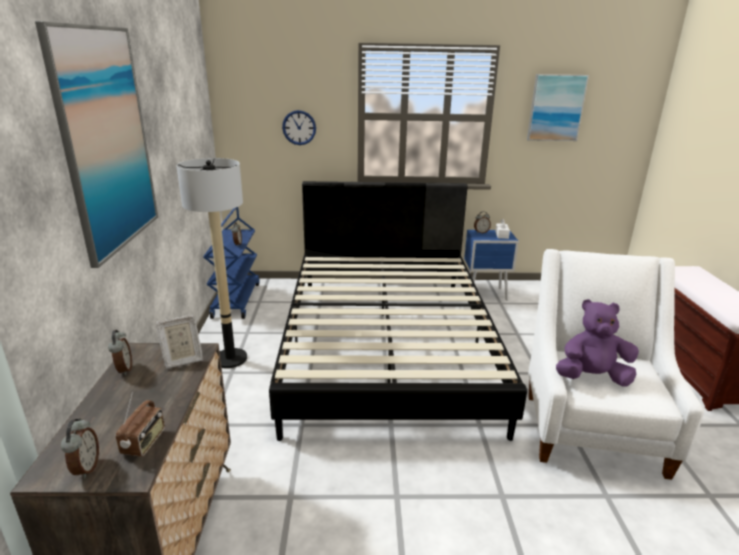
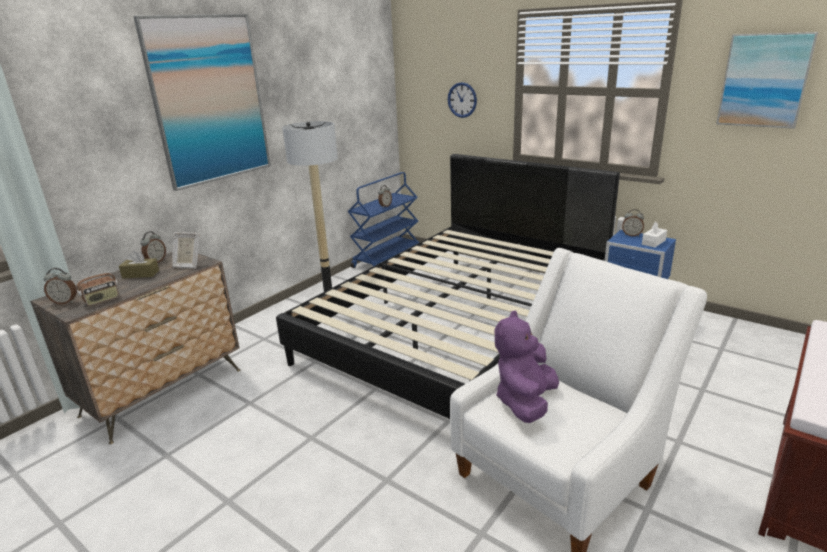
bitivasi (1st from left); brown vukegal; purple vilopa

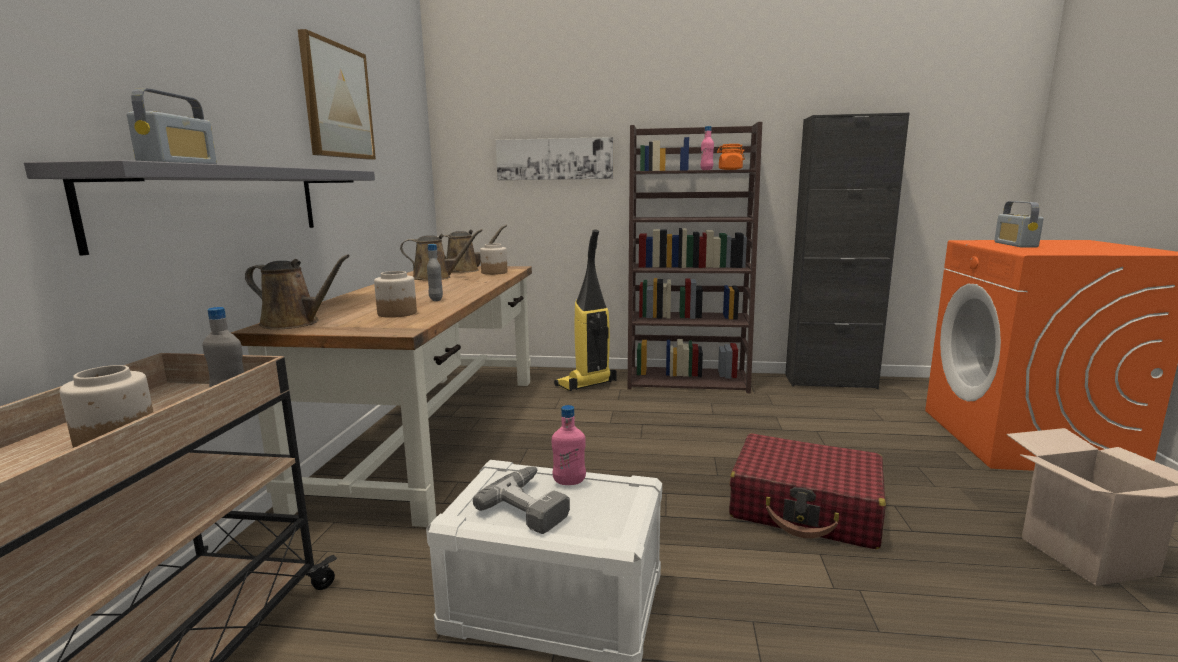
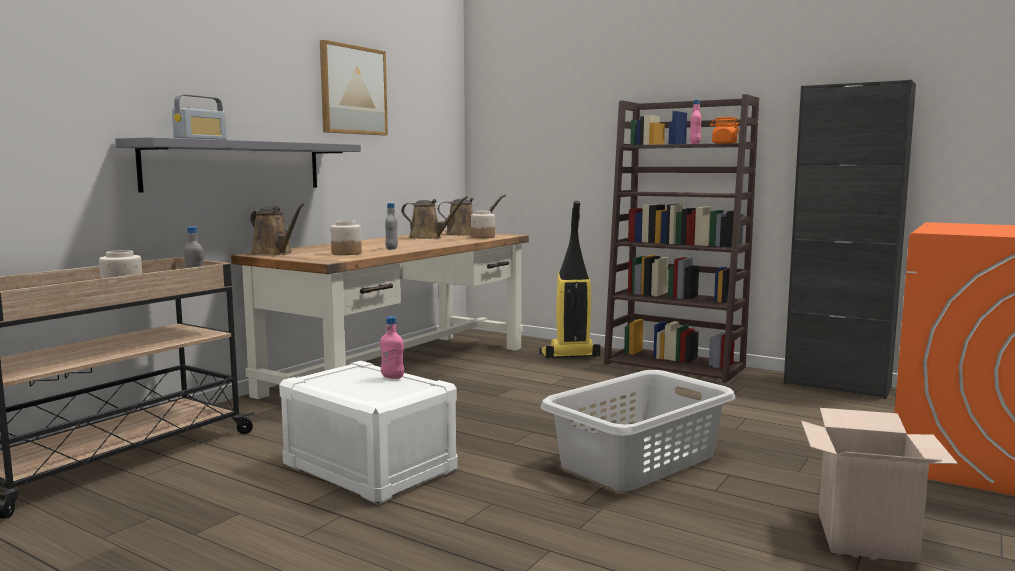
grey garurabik; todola; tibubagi (2nd from left in the first image); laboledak (2nd from left in the first image)

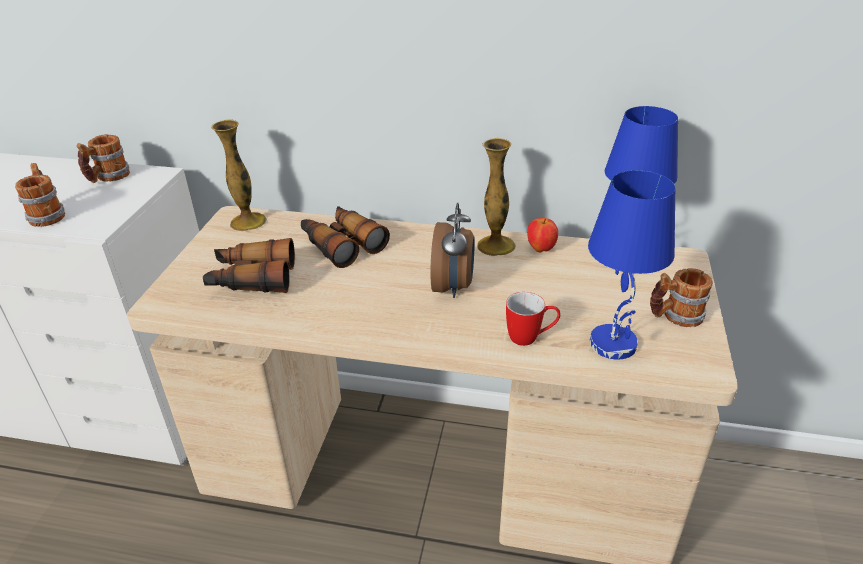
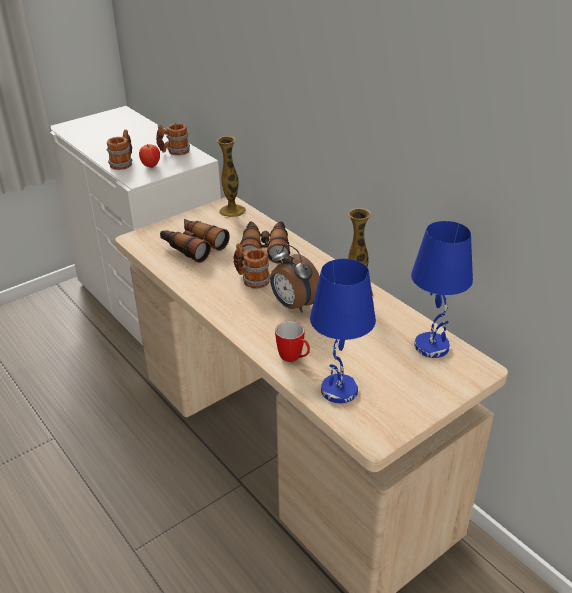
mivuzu; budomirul (3rd from left); bitivasi

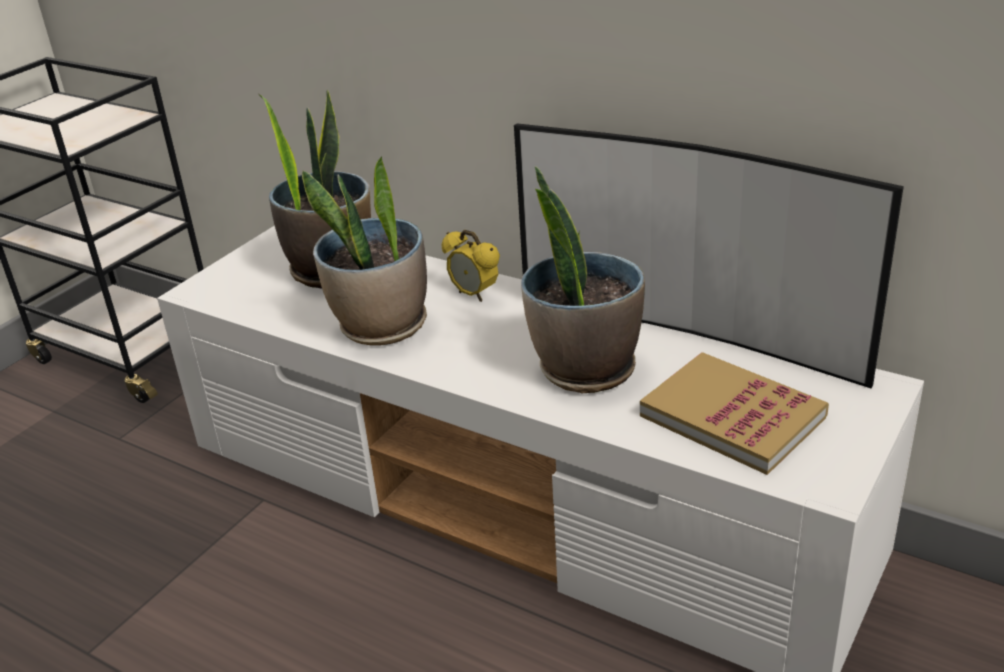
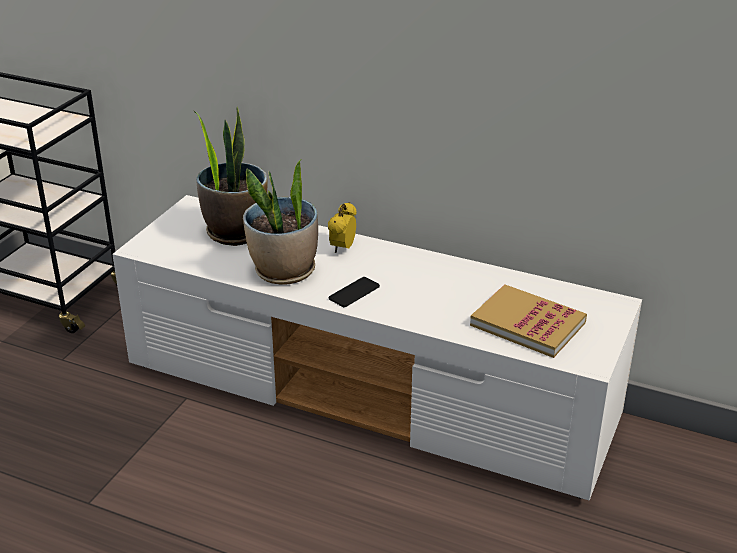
bitivasi; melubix; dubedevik; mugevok (3rd from left in the first image)

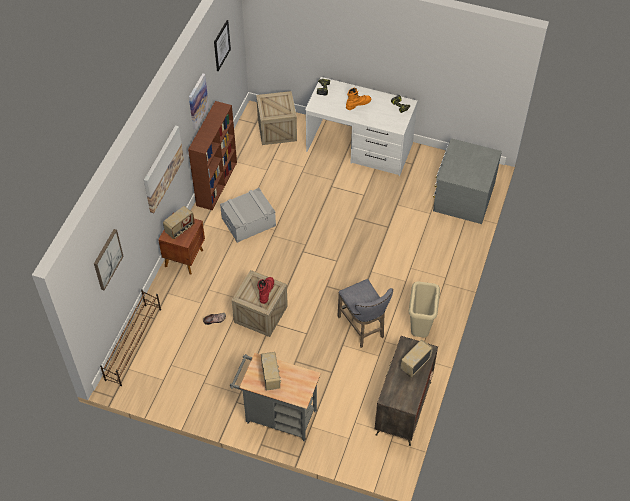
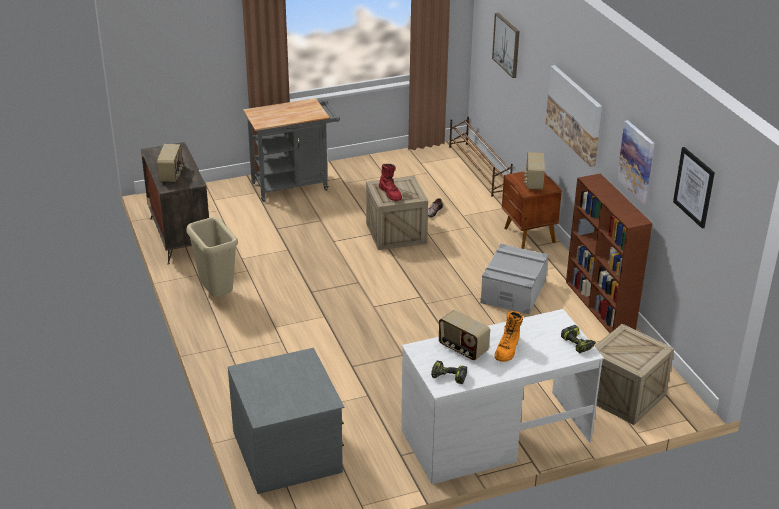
laboledak (2nd from left); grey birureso

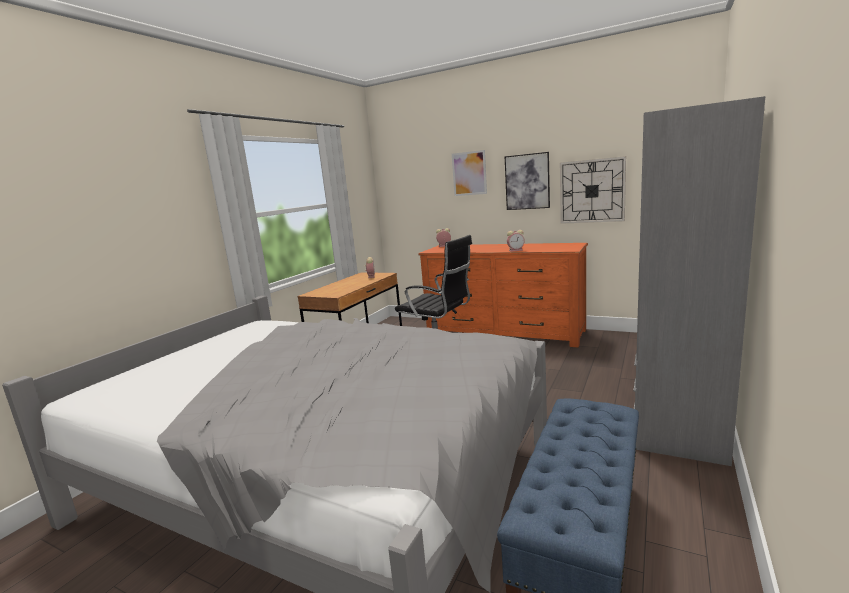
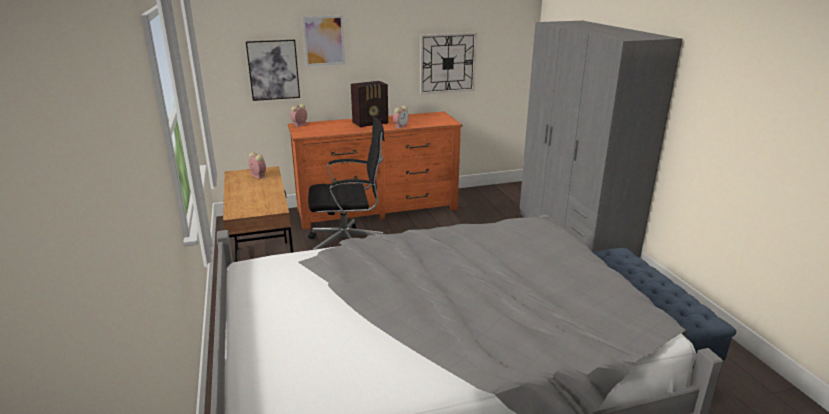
tibubagi (1st from left); laboledak

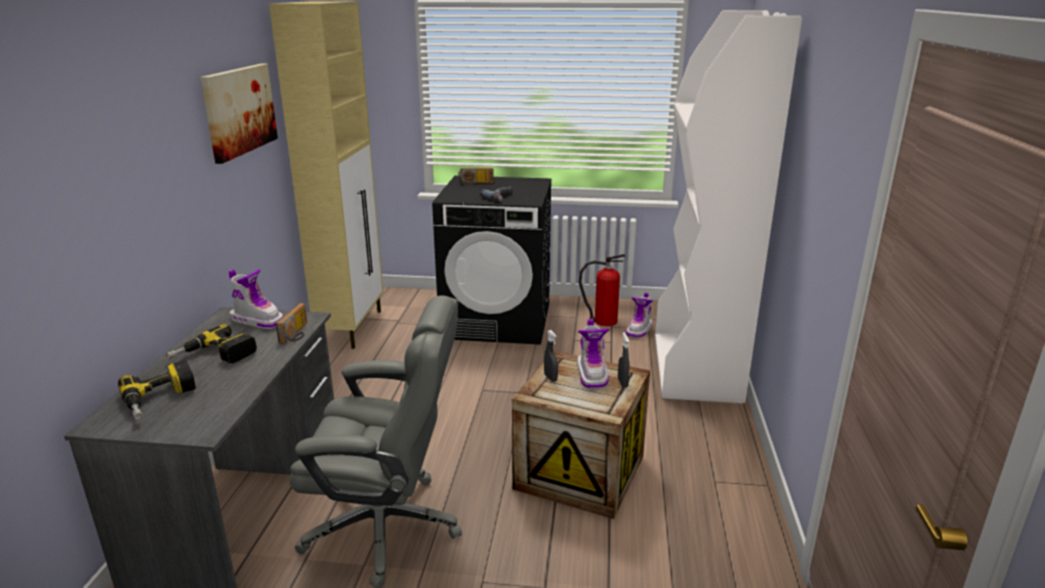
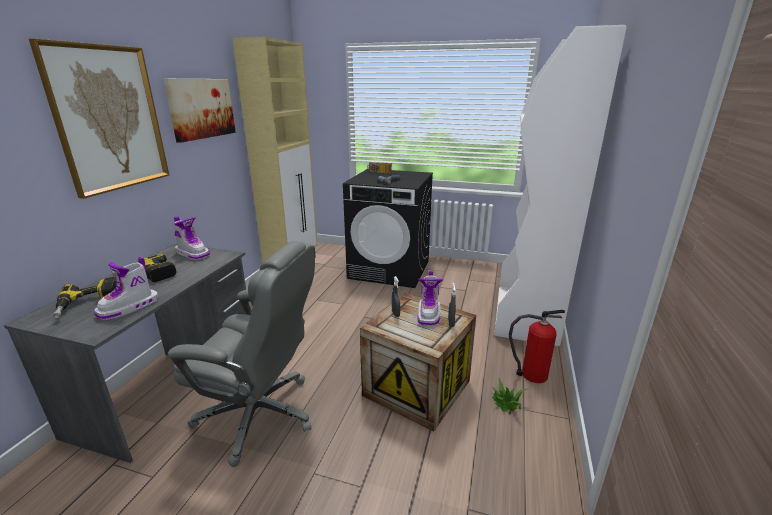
tibubagi (1st from left); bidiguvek (1st from left); mugevok; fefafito; laboledak (1st from left in the first image)

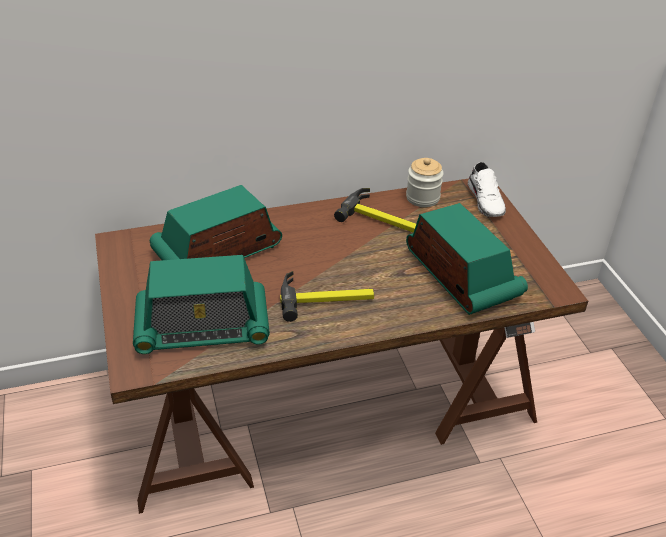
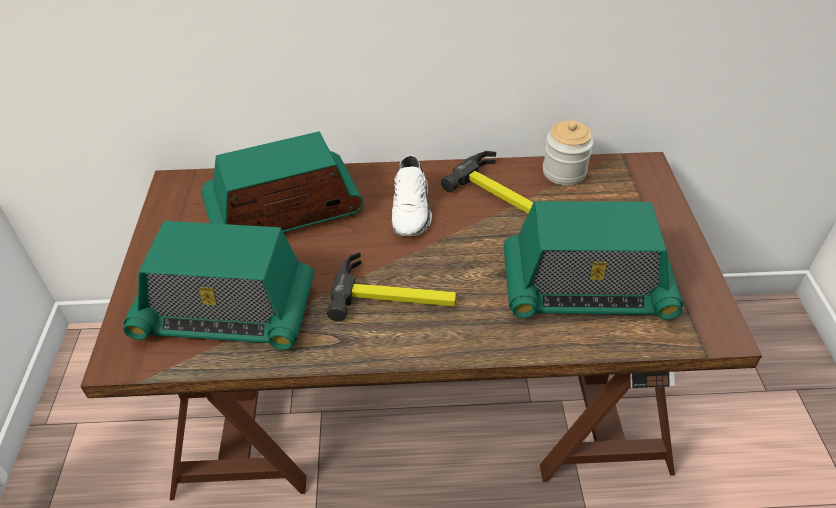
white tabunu; laboledak (3rd from left)

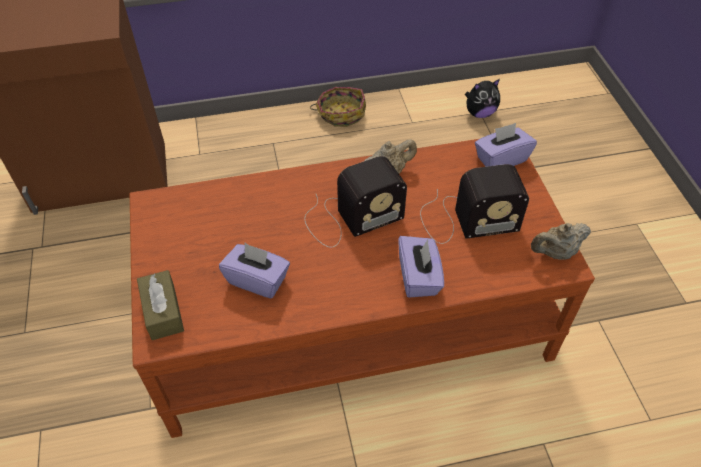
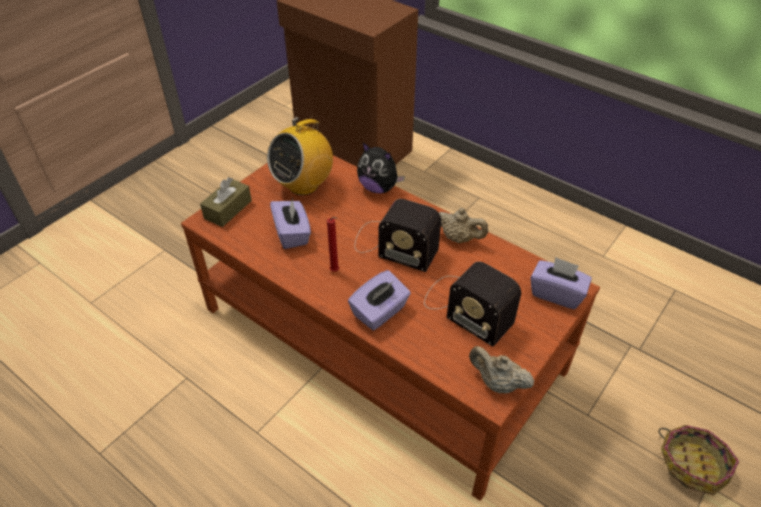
laboledak (1st from left); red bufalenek; vilopa; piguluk

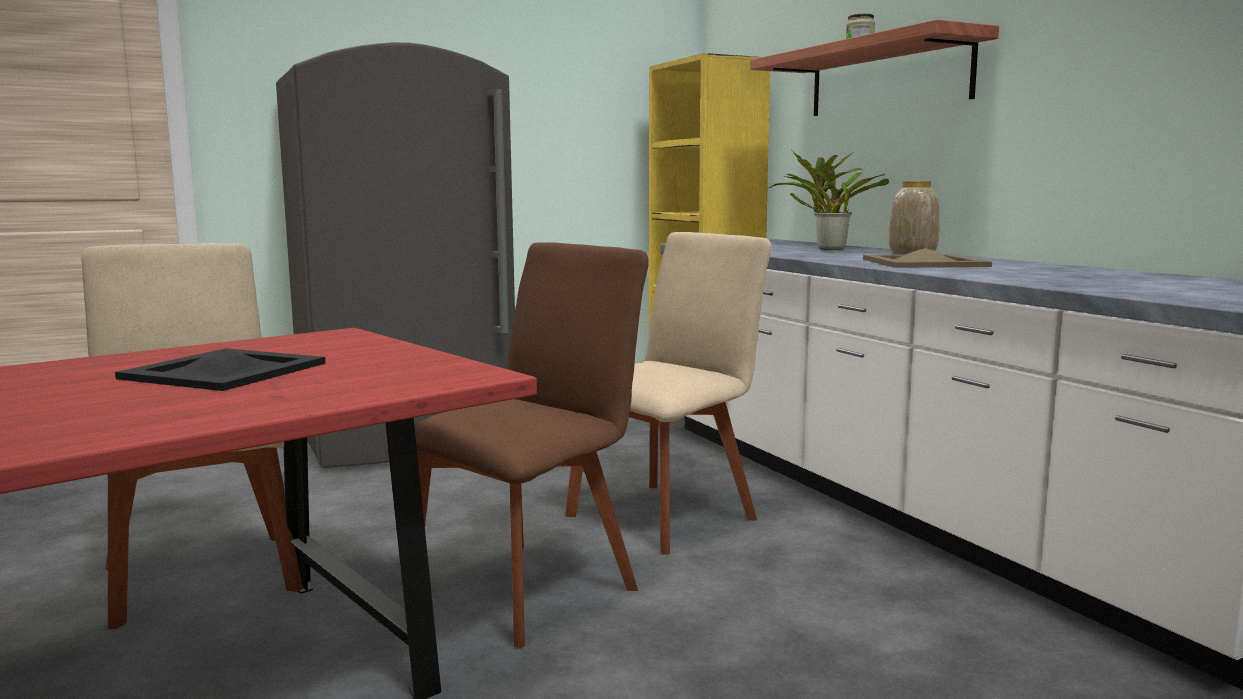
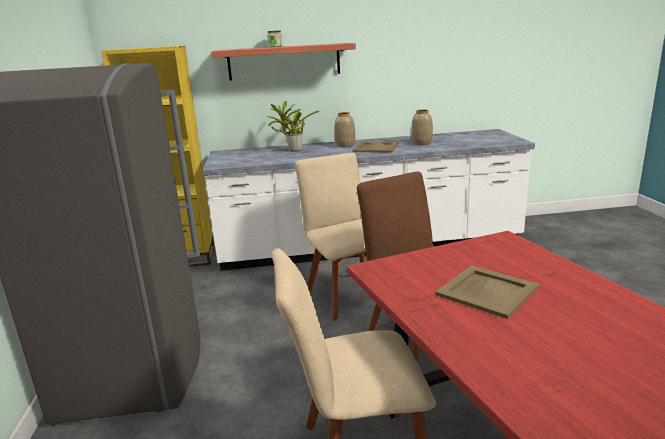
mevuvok (2nd from left); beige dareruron (2nd from left)

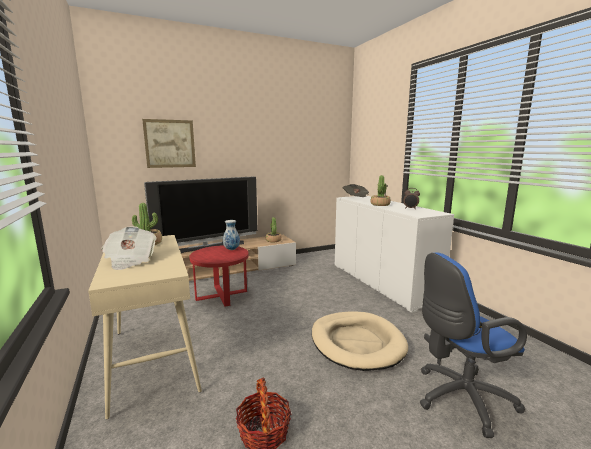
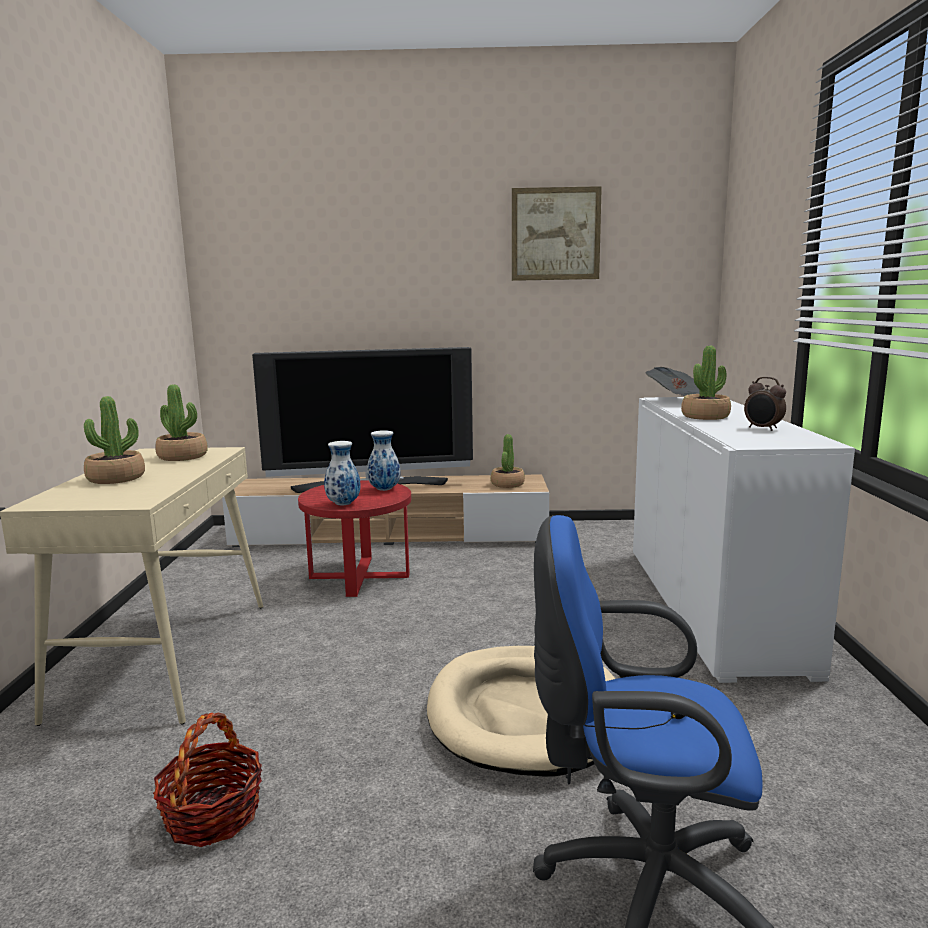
mugevok (1st from left); mevuvok (1st from left); tibubagi

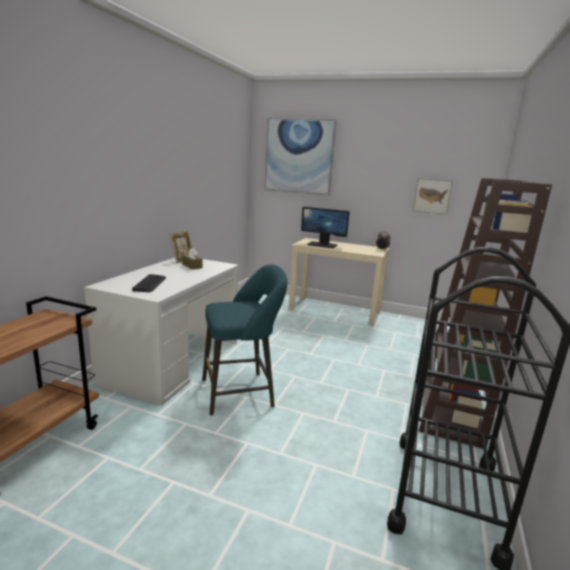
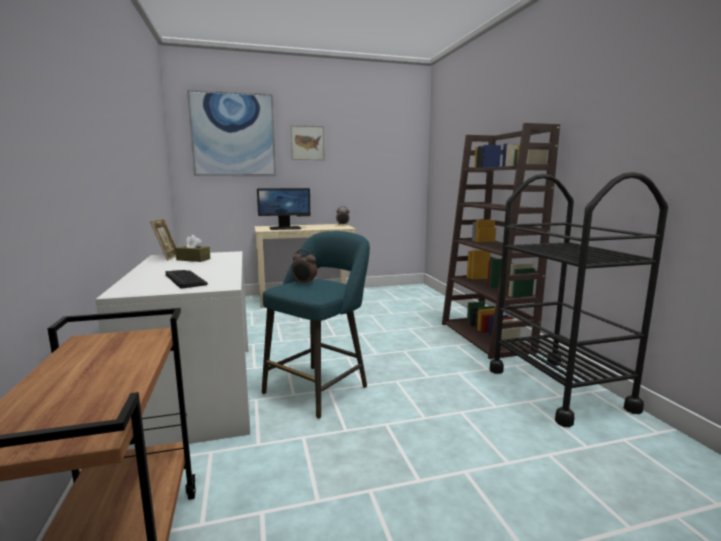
tibubagi (2nd from left); bitivasi (1st from left)

